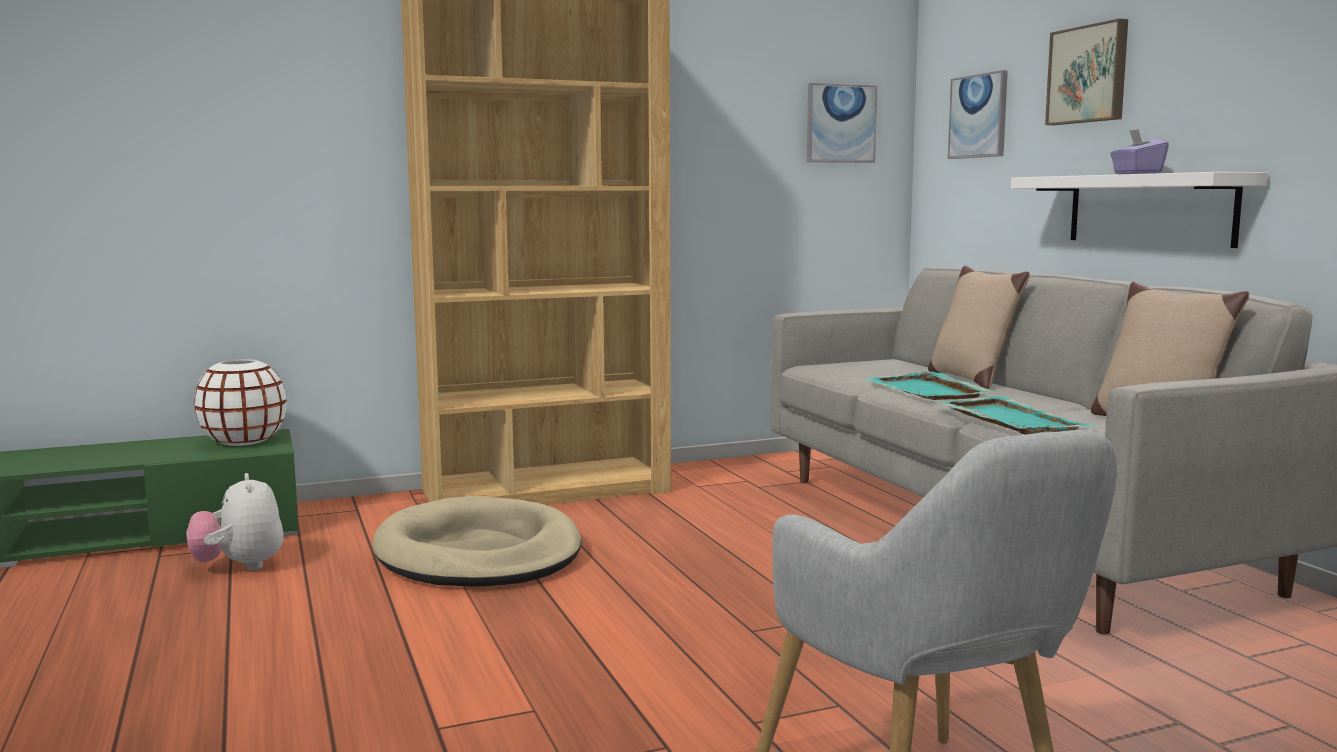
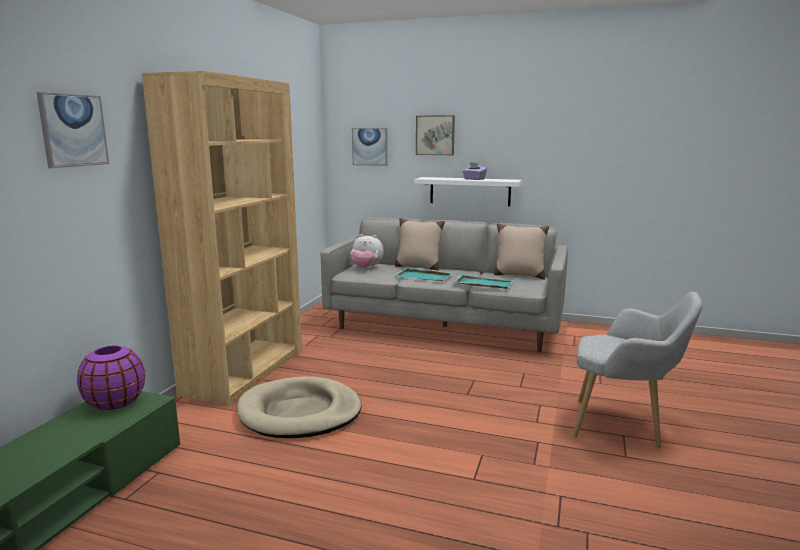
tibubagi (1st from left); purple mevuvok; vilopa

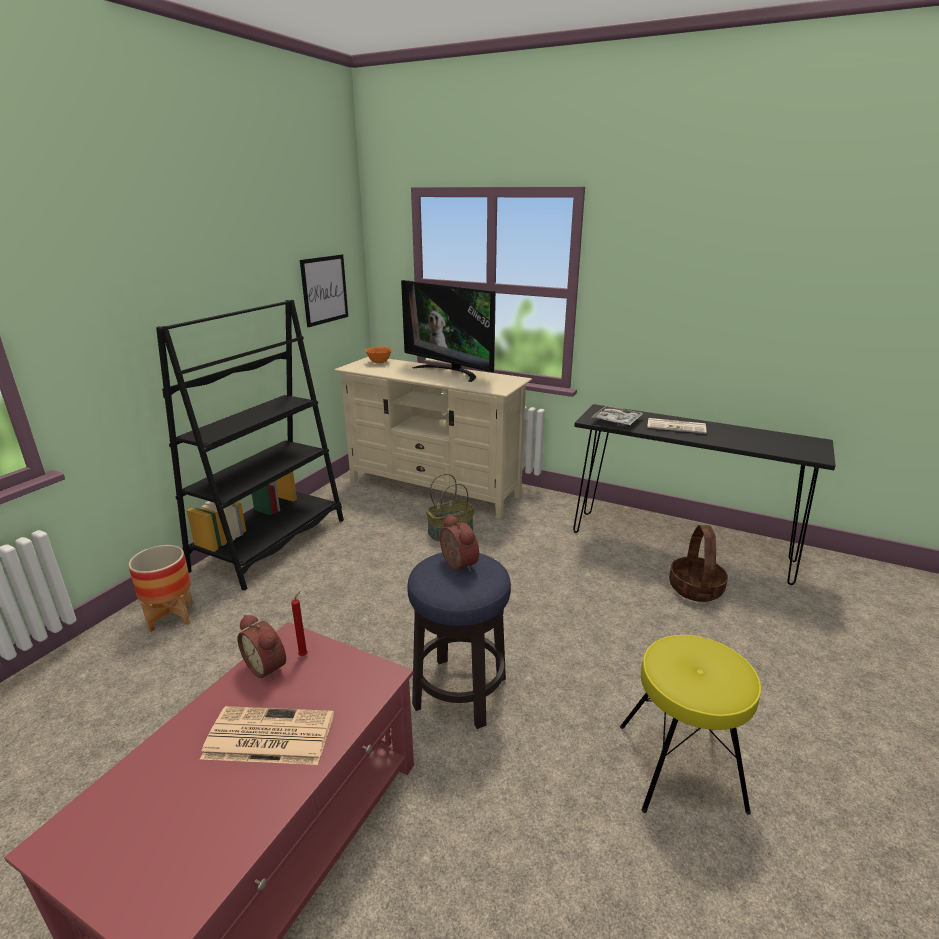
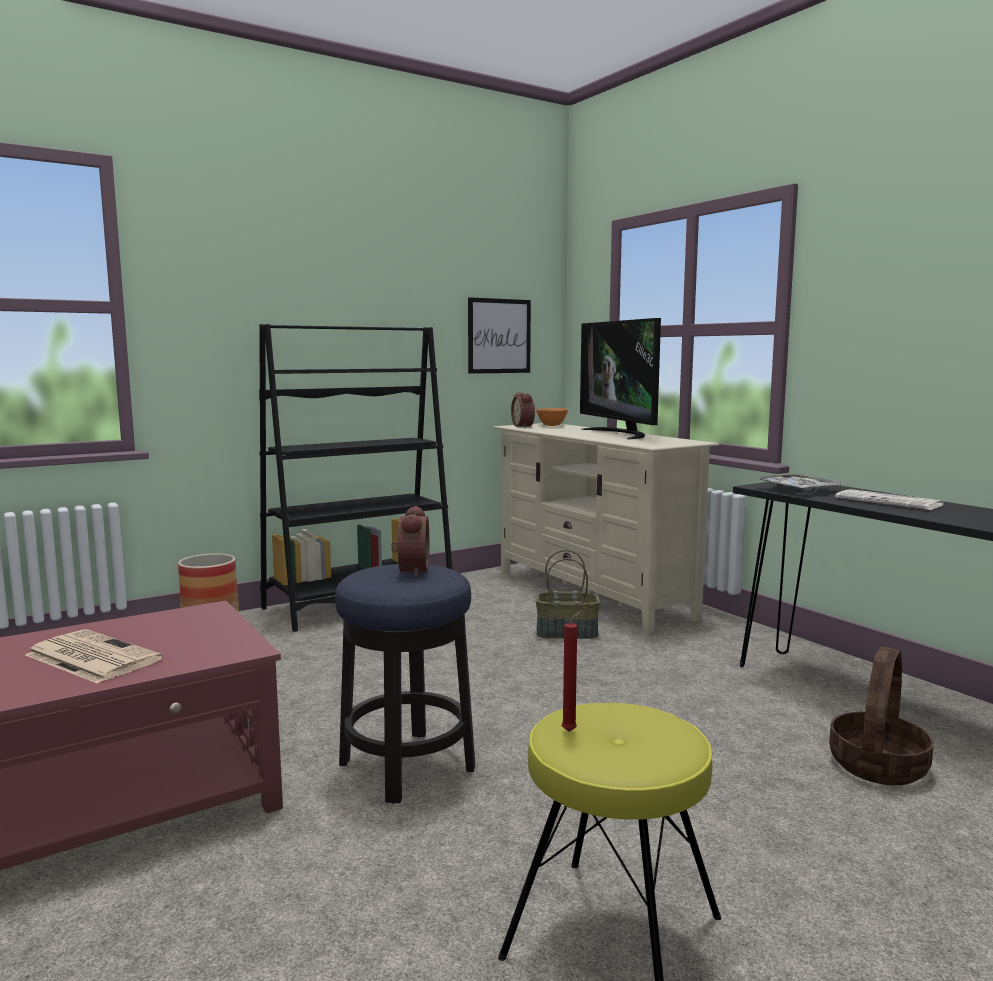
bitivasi (2nd from left); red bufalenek

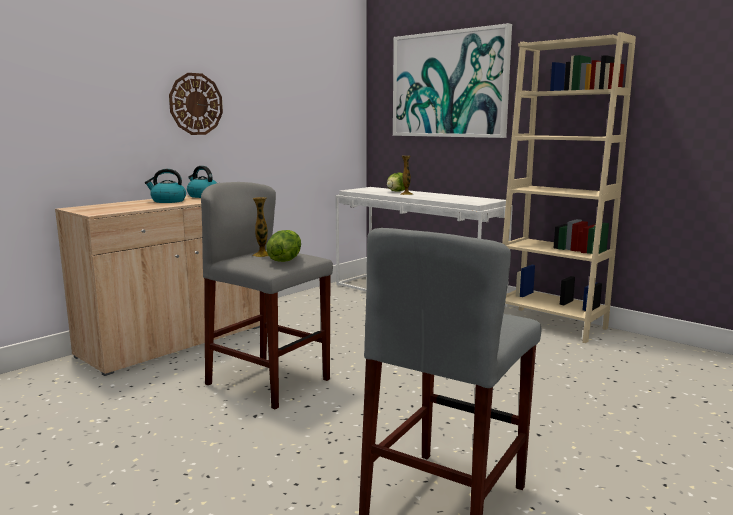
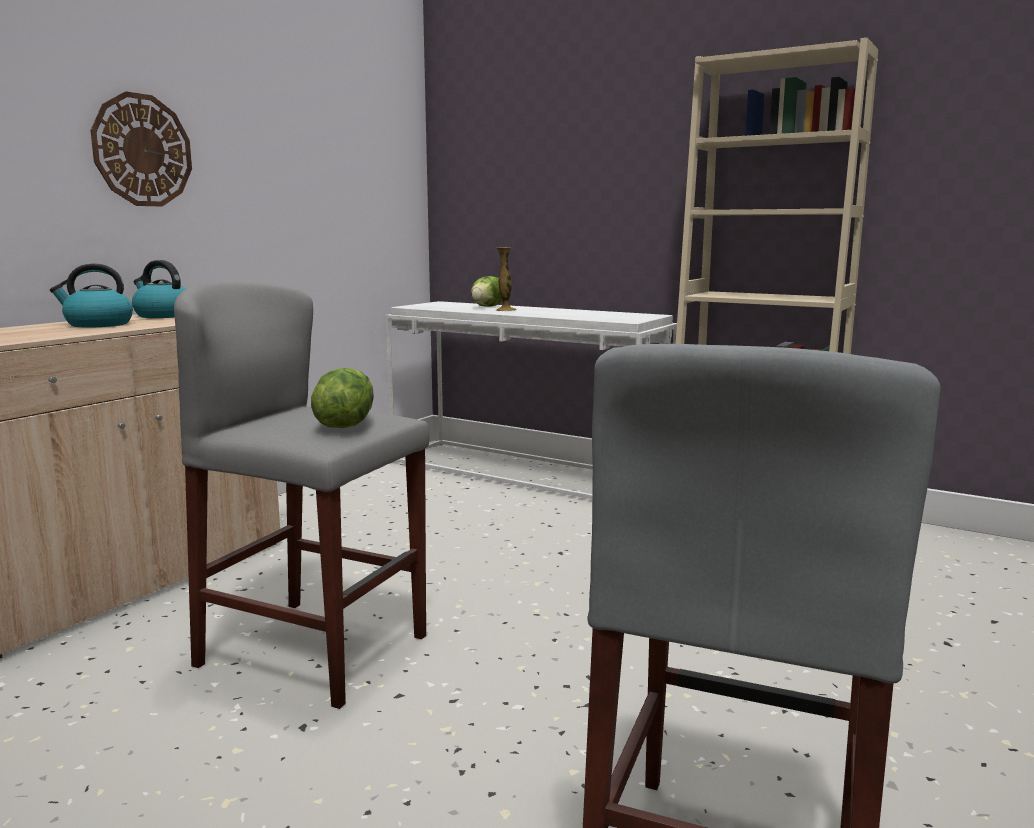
mevuvok (1st from left in the first image); tibubagi

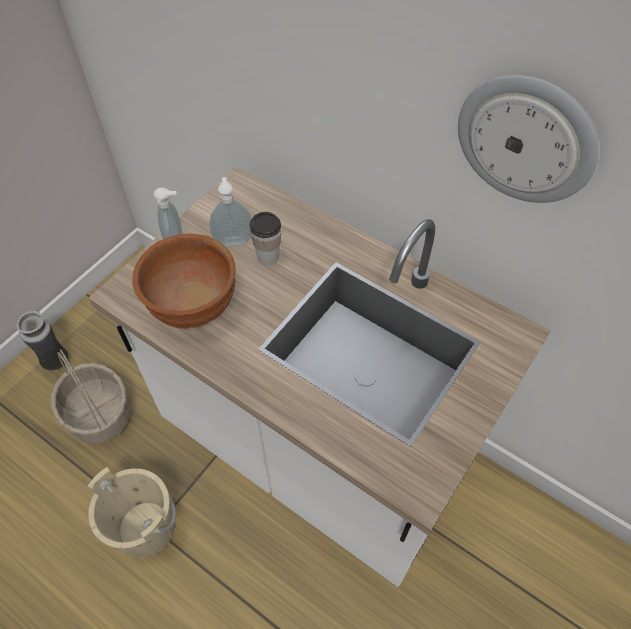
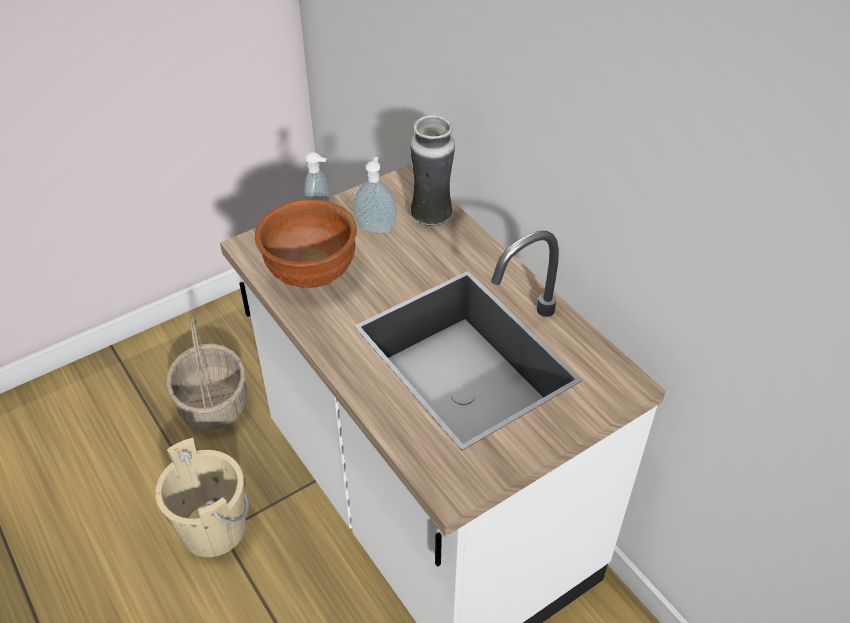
mevuvok; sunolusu; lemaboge

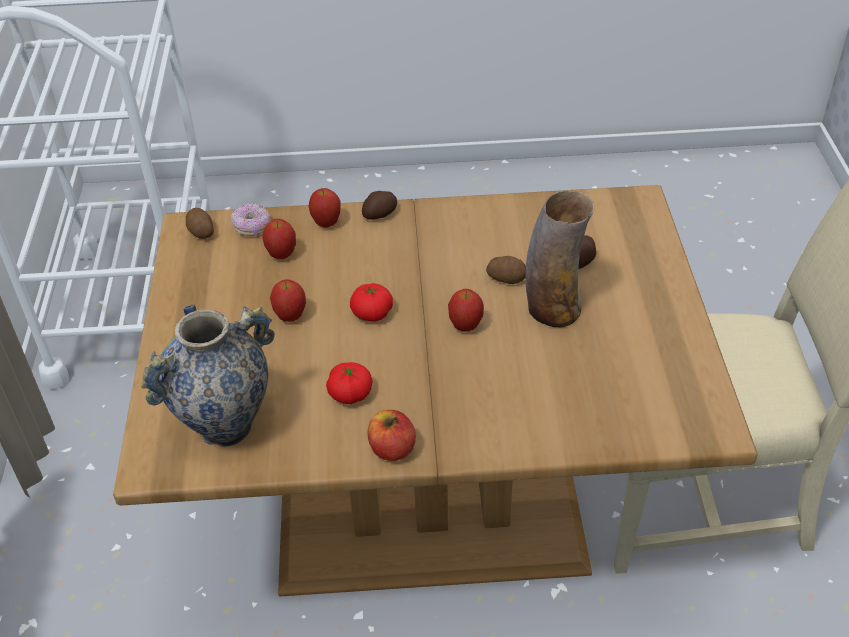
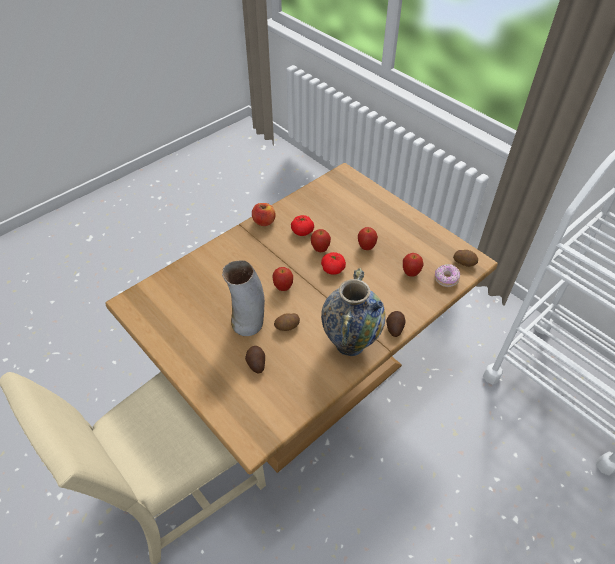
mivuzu (3rd from left); mevuvok (2nd from left)

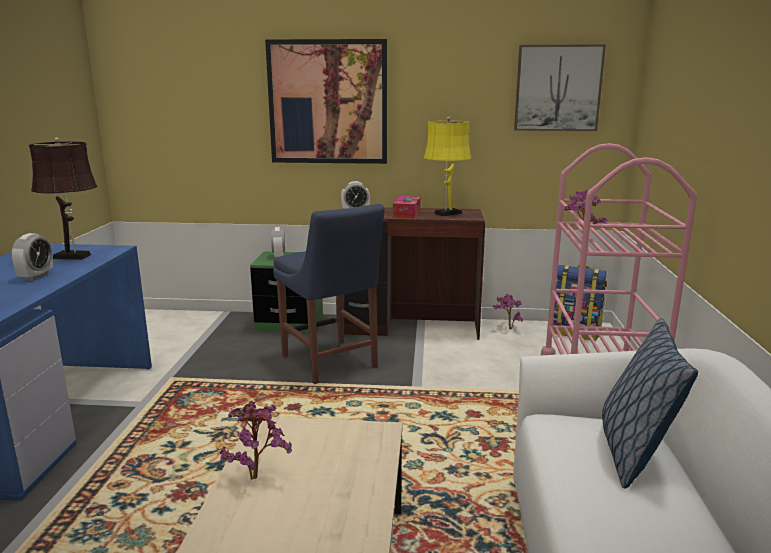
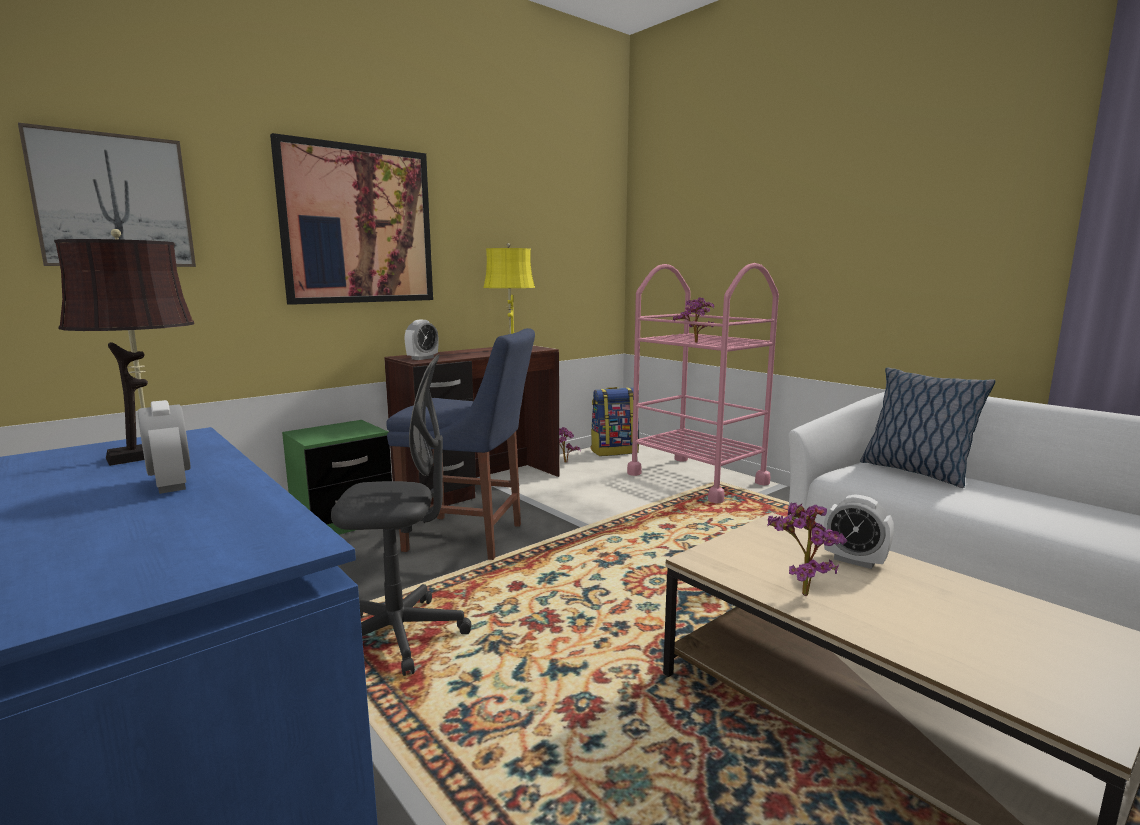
tibubagi (1st from left); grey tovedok; bitivasi (3rd from left); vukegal

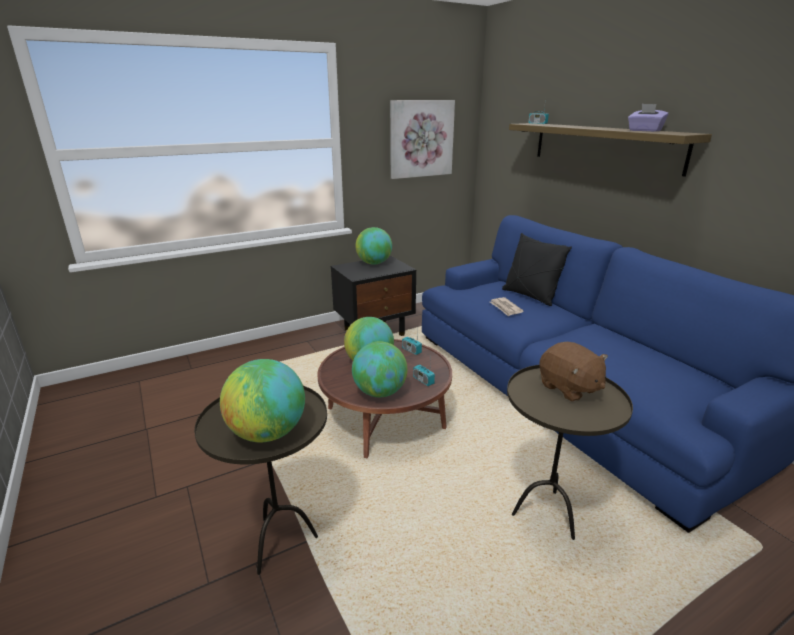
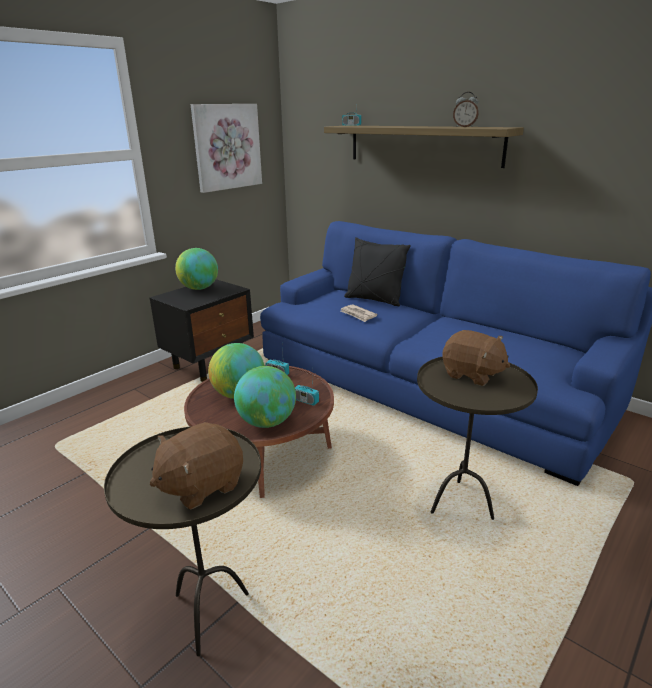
brown vilopa (1st from left); bitivasi

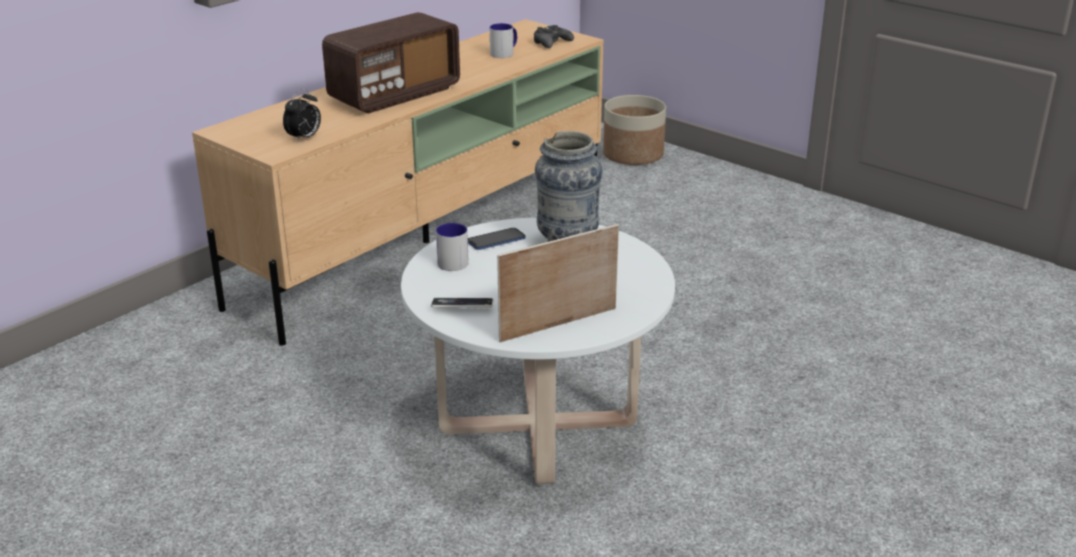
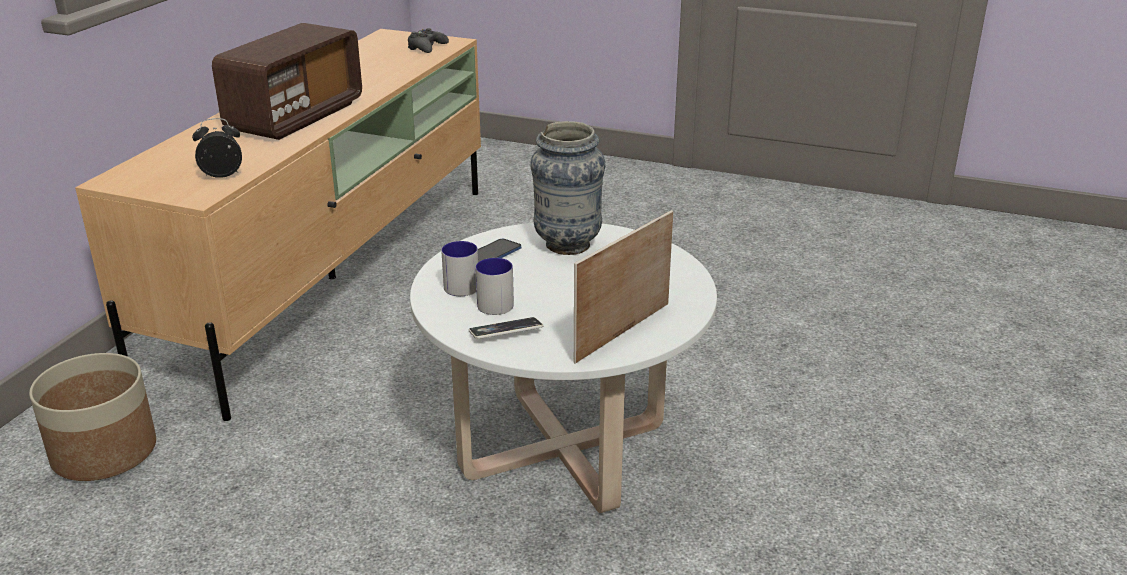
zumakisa; bitivasi; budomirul (2nd from left)

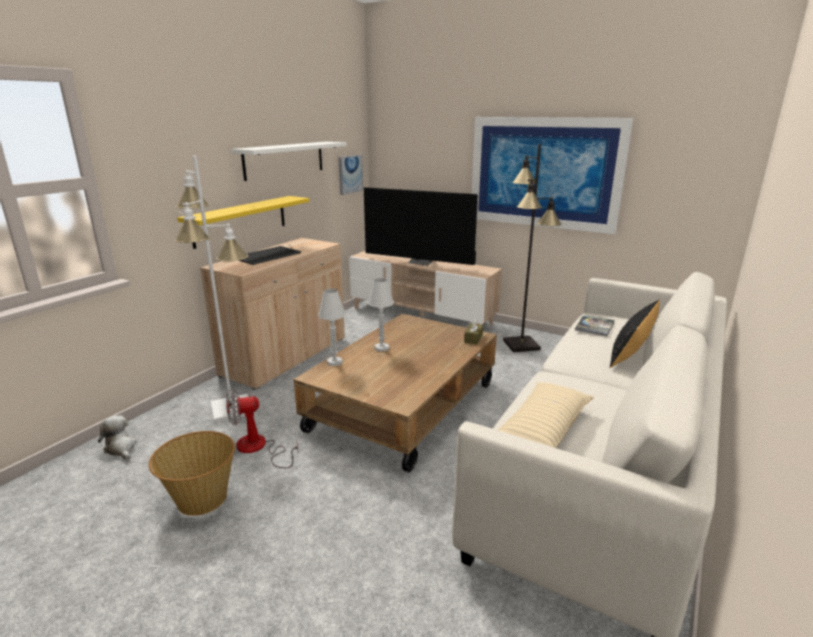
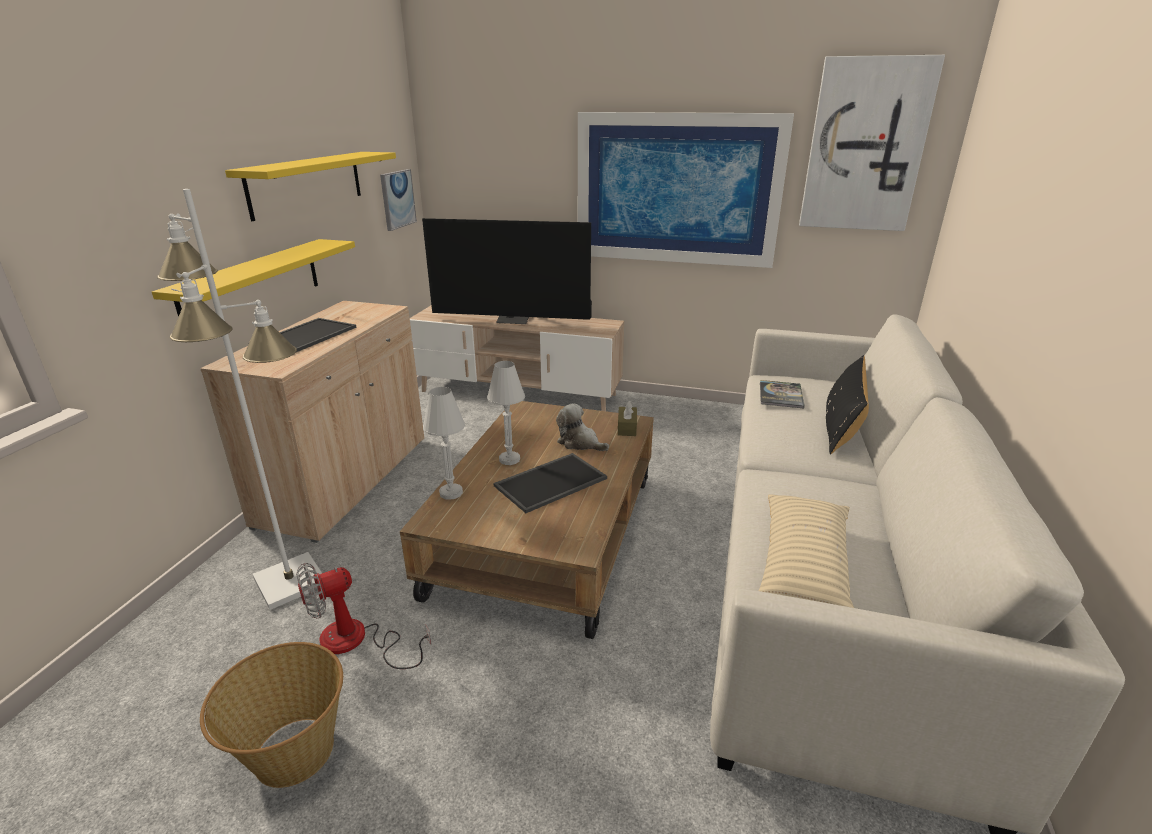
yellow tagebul (2nd from left); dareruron (2nd from left); vilopa; tibubagi (3rd from left); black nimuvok

